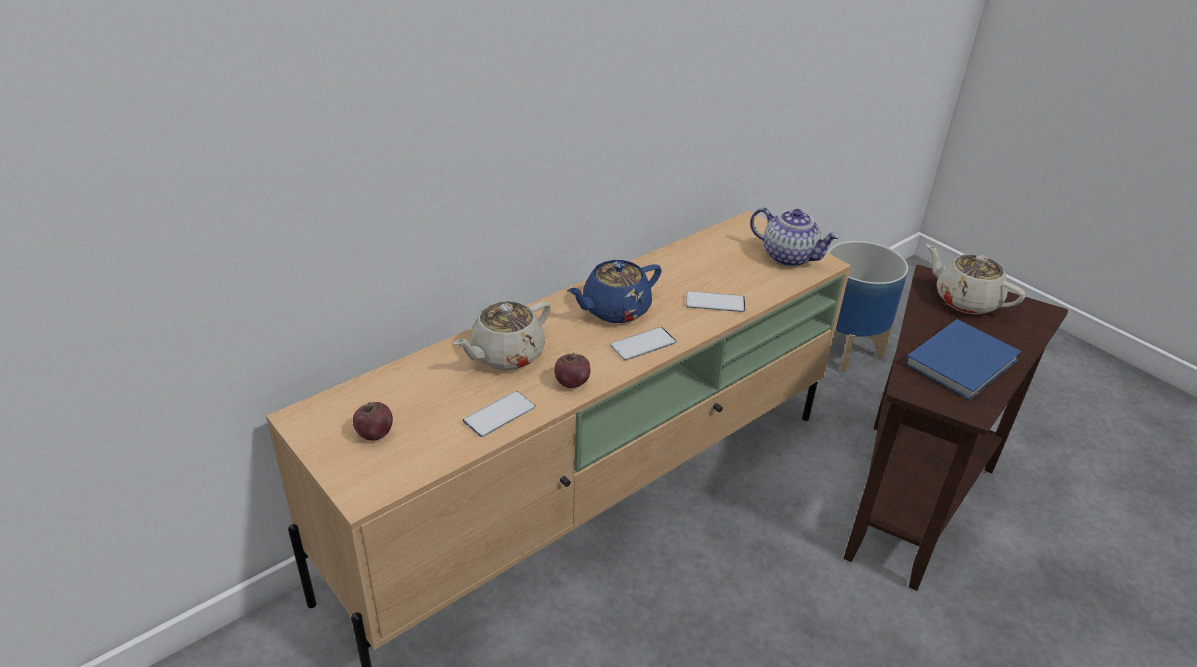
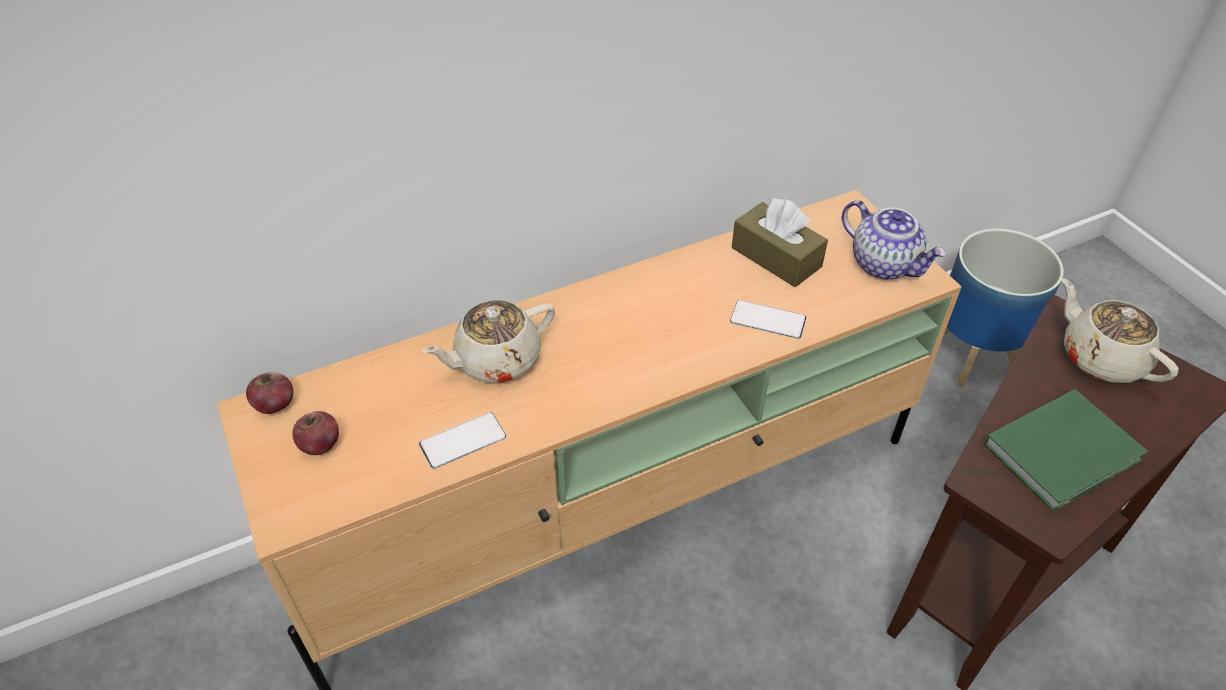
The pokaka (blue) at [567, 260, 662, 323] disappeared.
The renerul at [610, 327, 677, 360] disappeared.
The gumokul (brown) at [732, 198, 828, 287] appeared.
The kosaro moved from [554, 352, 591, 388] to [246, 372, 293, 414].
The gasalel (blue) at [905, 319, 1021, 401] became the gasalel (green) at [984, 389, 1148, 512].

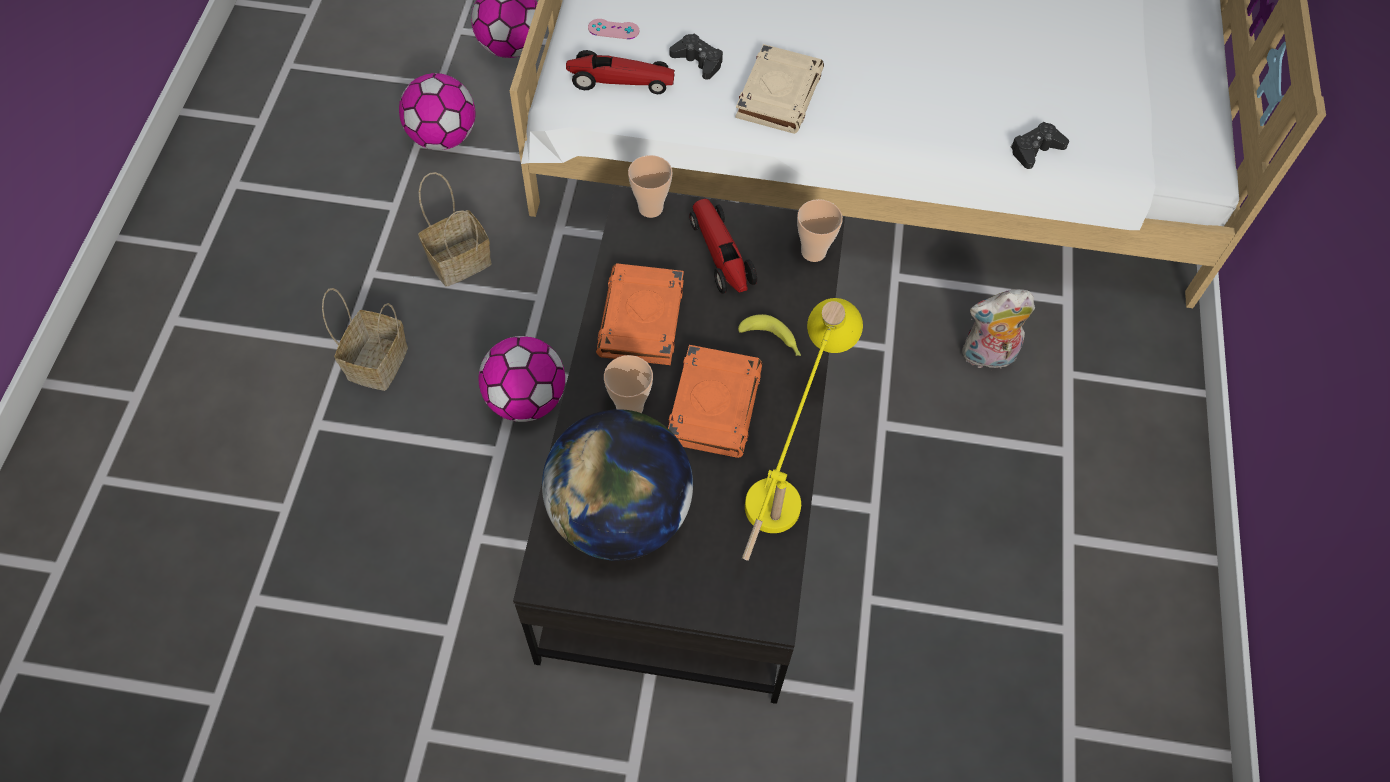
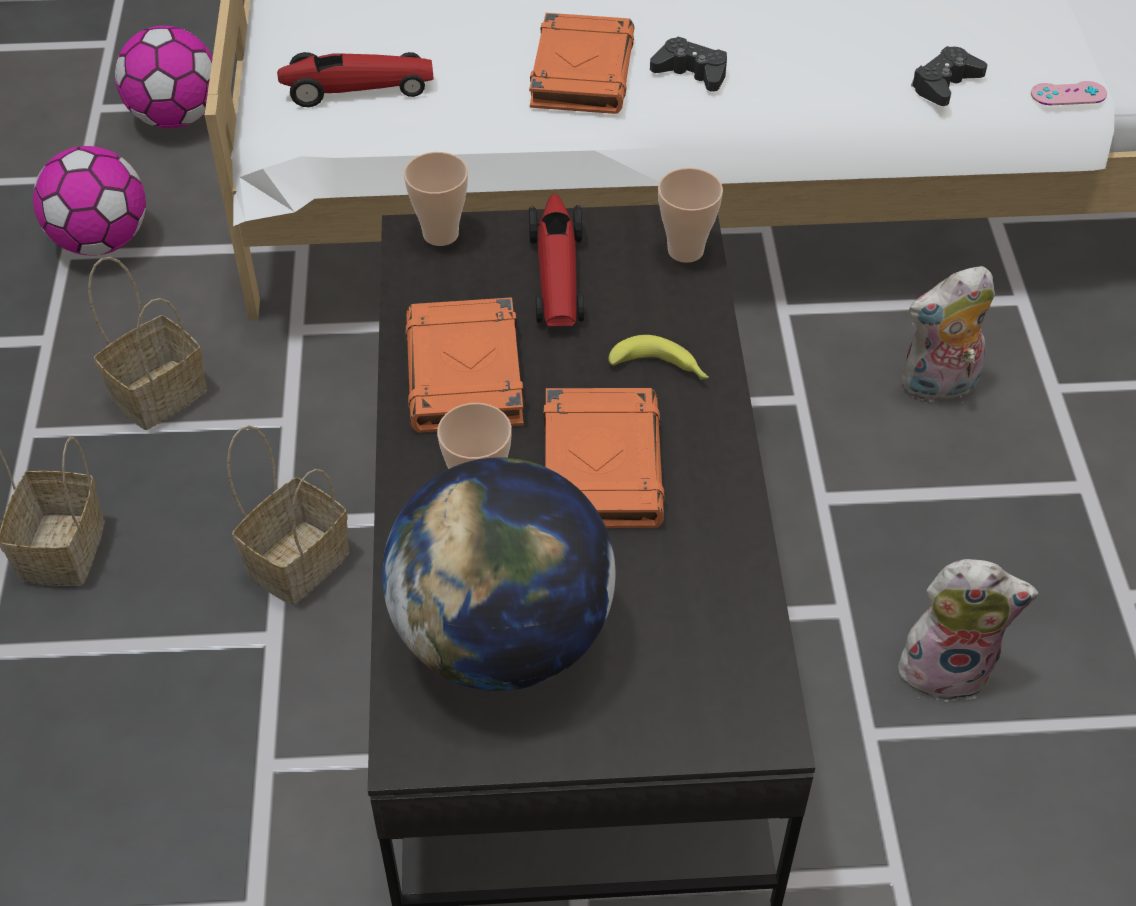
The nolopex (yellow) at [742, 298, 863, 561] disappeared.
The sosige at [897, 559, 1039, 701] appeared.
The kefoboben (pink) moved from [588, 19, 639, 39] to [1031, 81, 1107, 105].
The kefoboben (black) moved from [669, 34, 723, 80] to [650, 37, 727, 92].
The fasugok at [478, 336, 565, 422] was replaced by the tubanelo at [227, 425, 349, 605].
The gasalel (beige) at [735, 44, 824, 134] became the gasalel (orange) at [529, 13, 634, 114].
The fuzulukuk at [689, 199, 757, 294] turned 150 degrees counterclockwise.

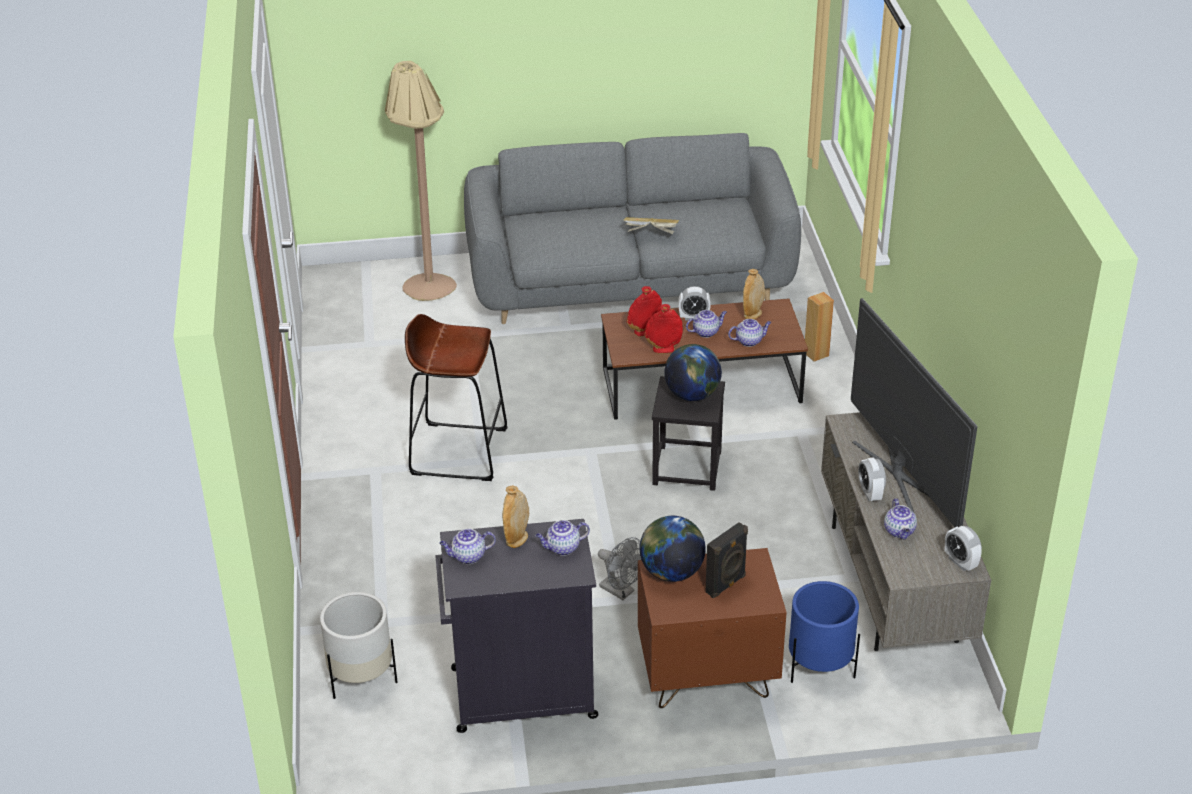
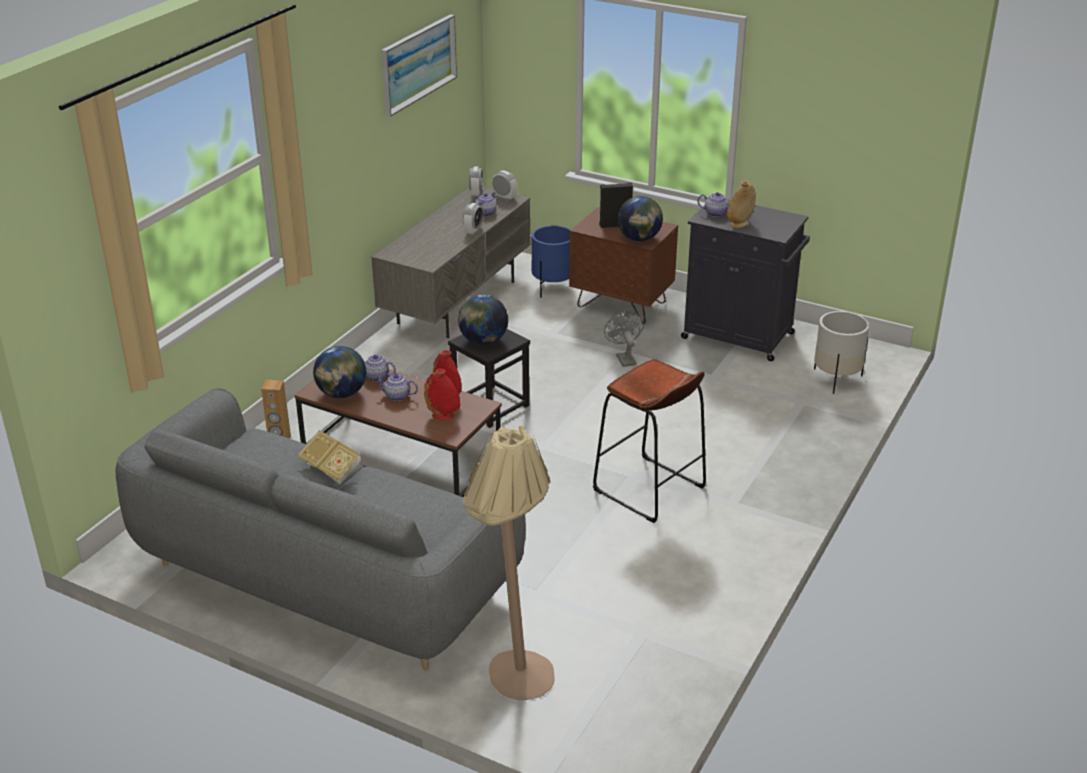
The pokaka at [439, 529, 496, 564] disappeared.
The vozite at [851, 298, 978, 527] disappeared.
The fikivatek at [381, 15, 457, 117] appeared.
The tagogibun moved from [679, 286, 711, 320] to [492, 170, 517, 201].
The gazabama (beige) at [743, 269, 765, 319] was replaced by the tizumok at [313, 346, 366, 398].

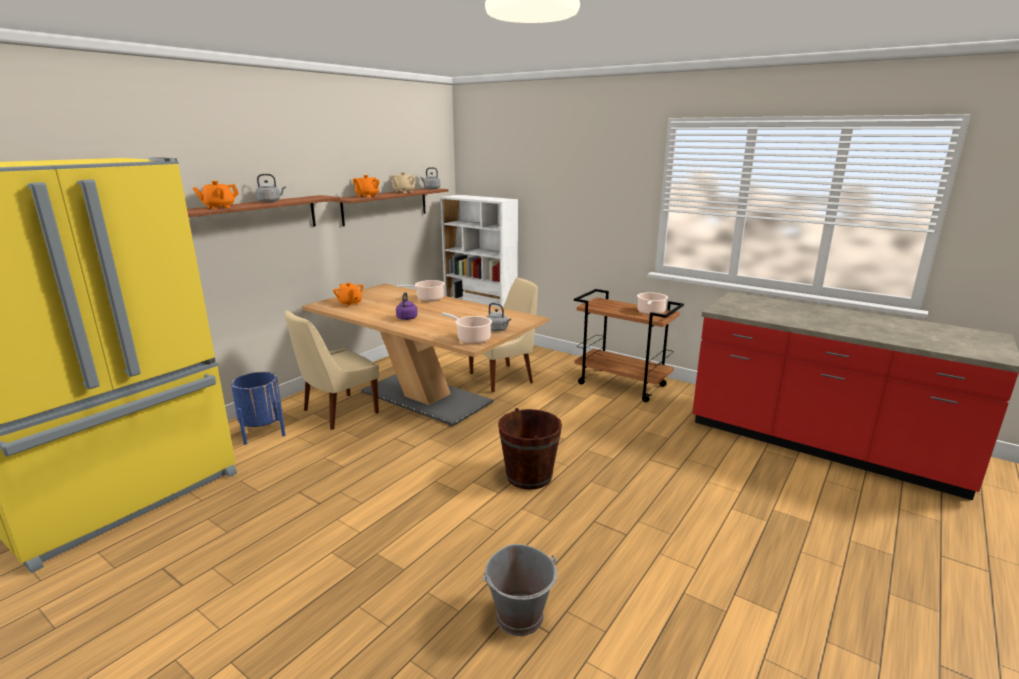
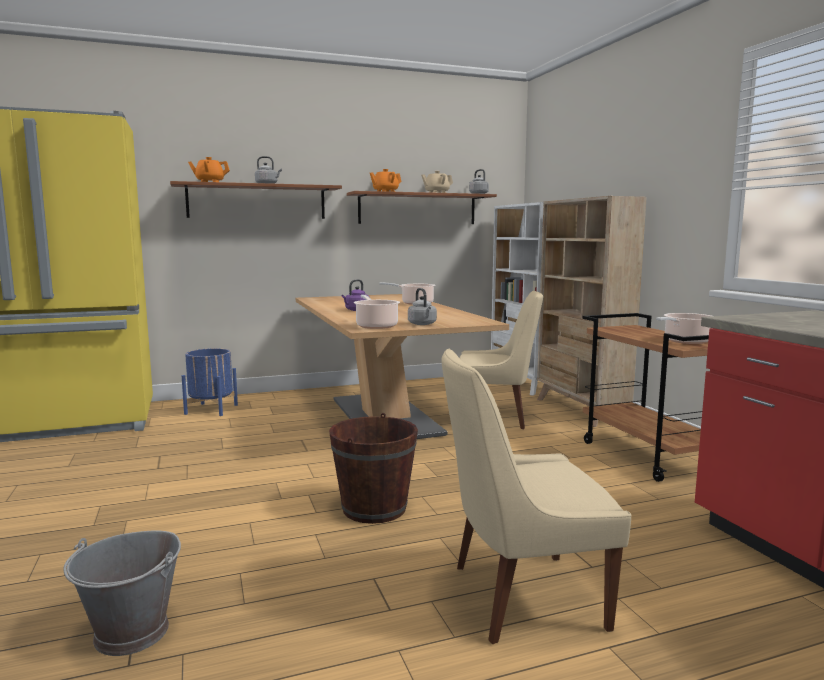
The pokaka (orange) at [333, 282, 364, 306] disappeared.
The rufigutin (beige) at [537, 196, 647, 427] appeared.
The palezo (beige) moved from [285, 310, 379, 430] to [441, 349, 631, 644].

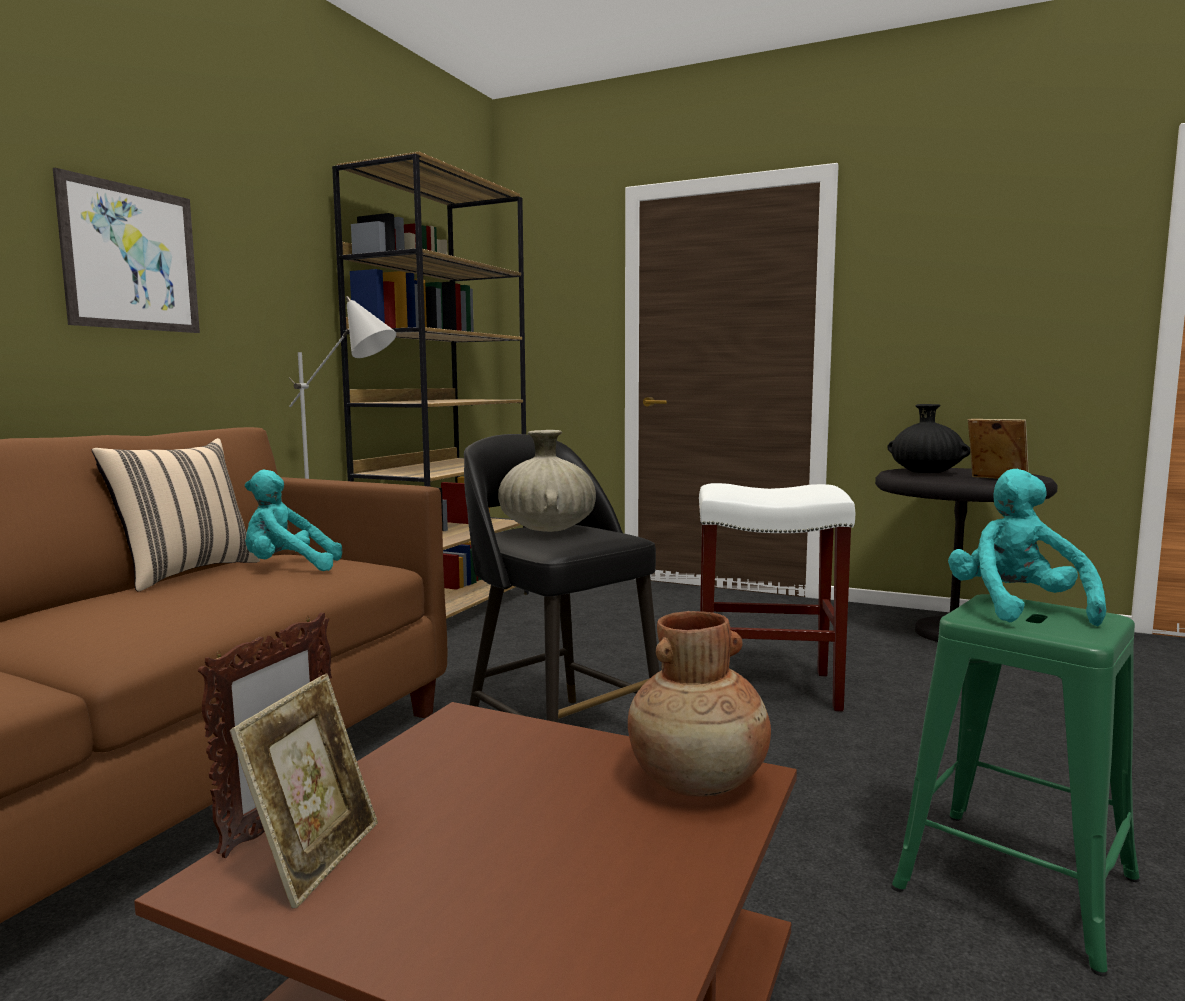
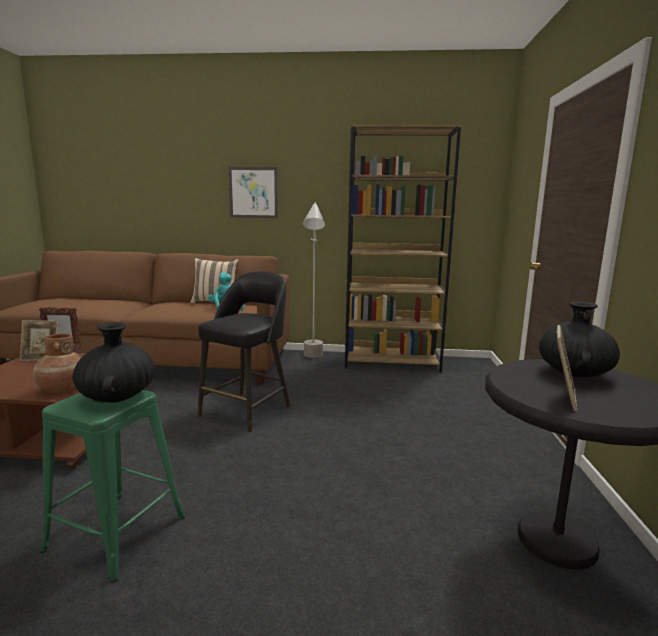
The gazabama (beige) at [498, 430, 596, 532] disappeared.
The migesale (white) at [699, 483, 855, 711] disappeared.
The sosige (turquoise) at [948, 469, 1106, 626] was replaced by the gazabama (black) at [73, 323, 155, 403].

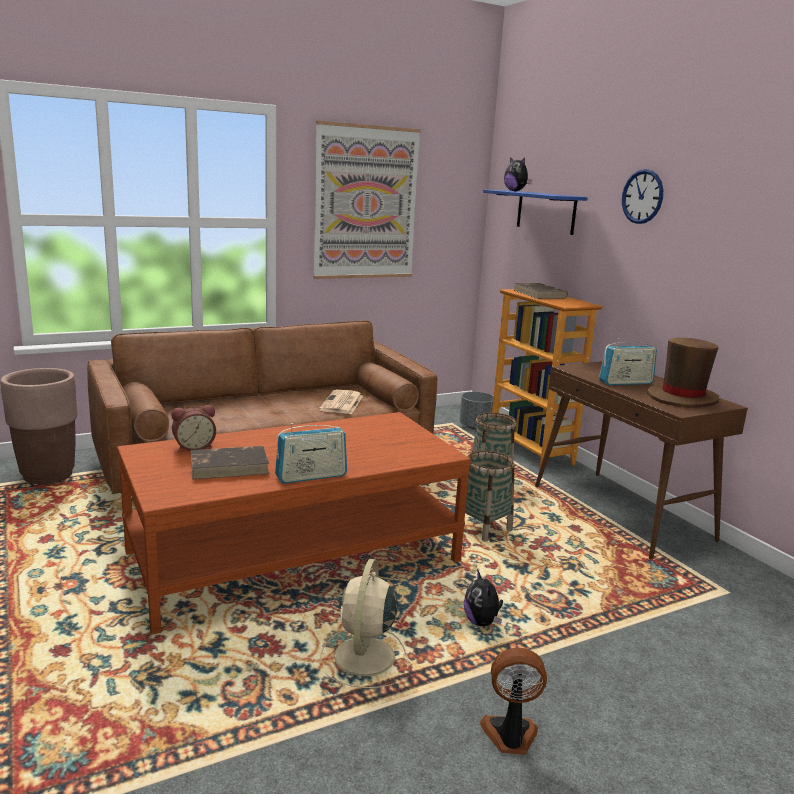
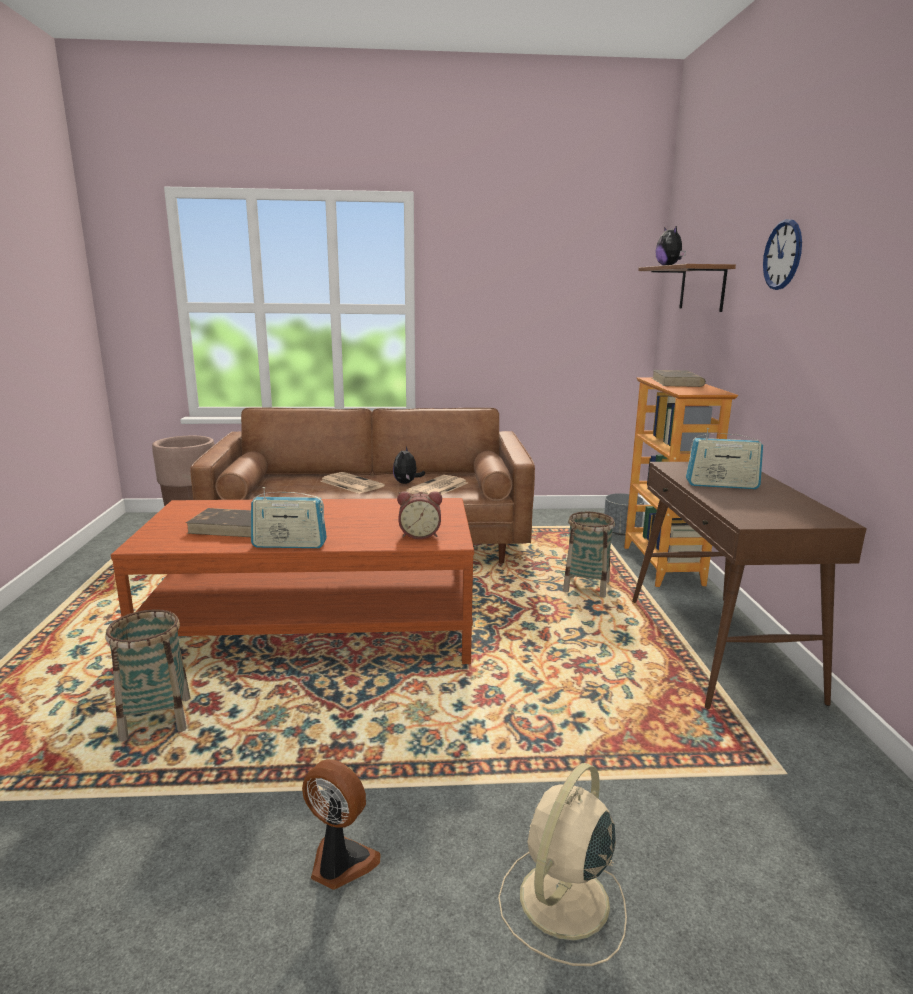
The fikivatek at [313, 121, 421, 279] disappeared.
The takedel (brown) at [647, 338, 719, 408] disappeared.
The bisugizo at [320, 472, 385, 494] appeared.
The tagogibun moved from [172, 405, 216, 451] to [397, 491, 442, 539].
The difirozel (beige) moved from [320, 559, 409, 688] to [498, 763, 627, 966].
The sosige moved from [464, 569, 503, 626] to [393, 446, 425, 484].
The tubanelo moved from [465, 451, 514, 542] to [106, 609, 190, 741].
The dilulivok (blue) at [483, 190, 587, 235] became the dilulivok (brown) at [638, 264, 736, 312].

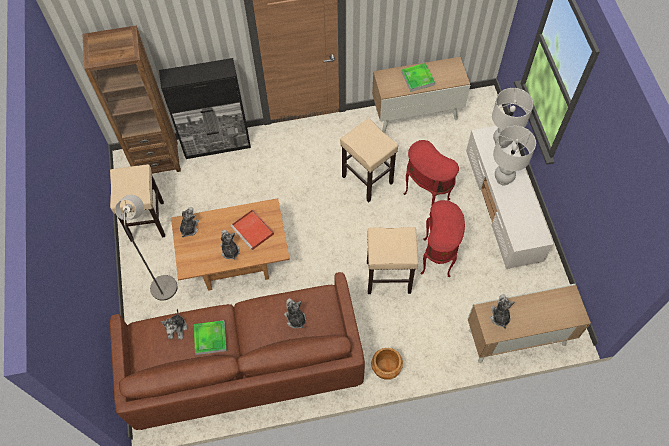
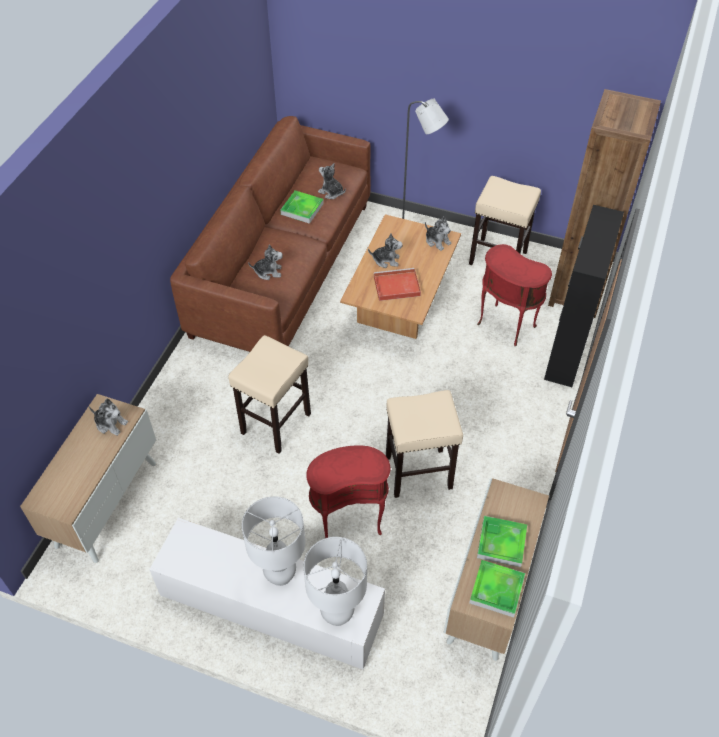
The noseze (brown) at [371, 348, 403, 380] disappeared.
The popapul at [469, 560, 525, 618] appeared.
The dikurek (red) moved from [421, 200, 465, 277] to [477, 244, 552, 346].

